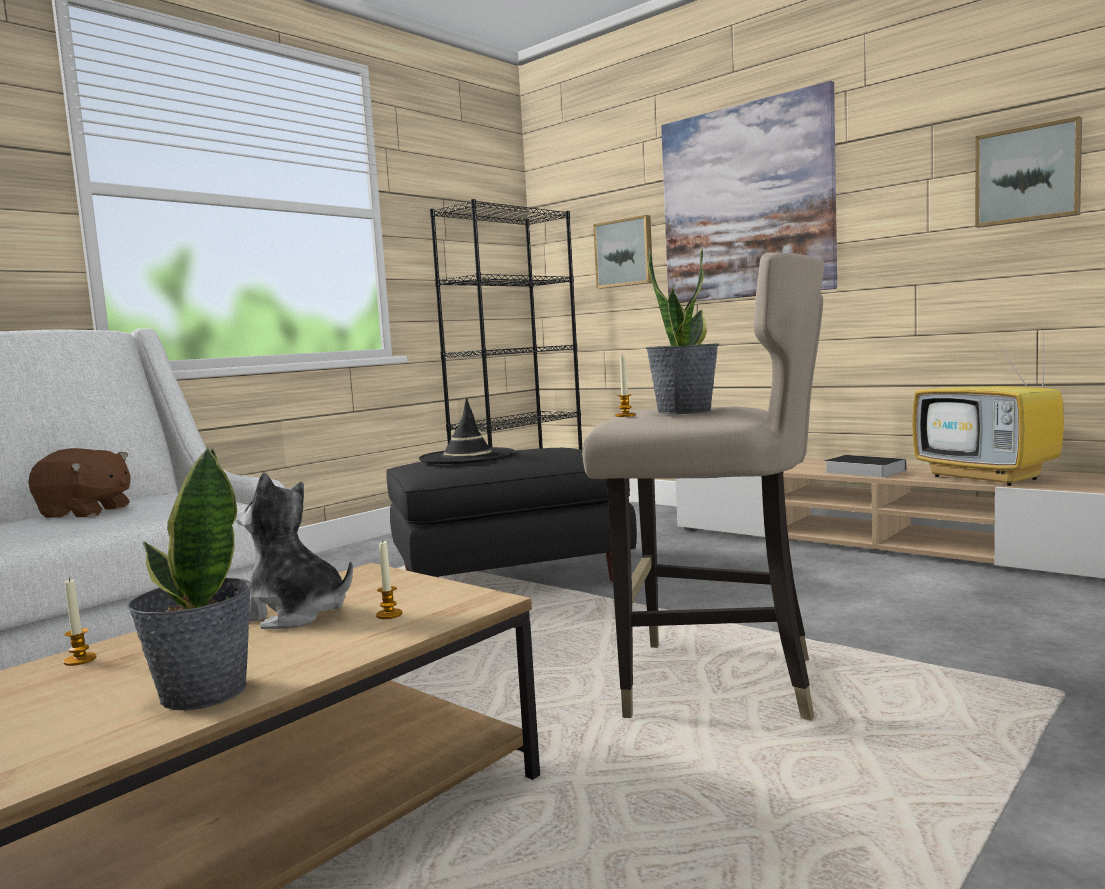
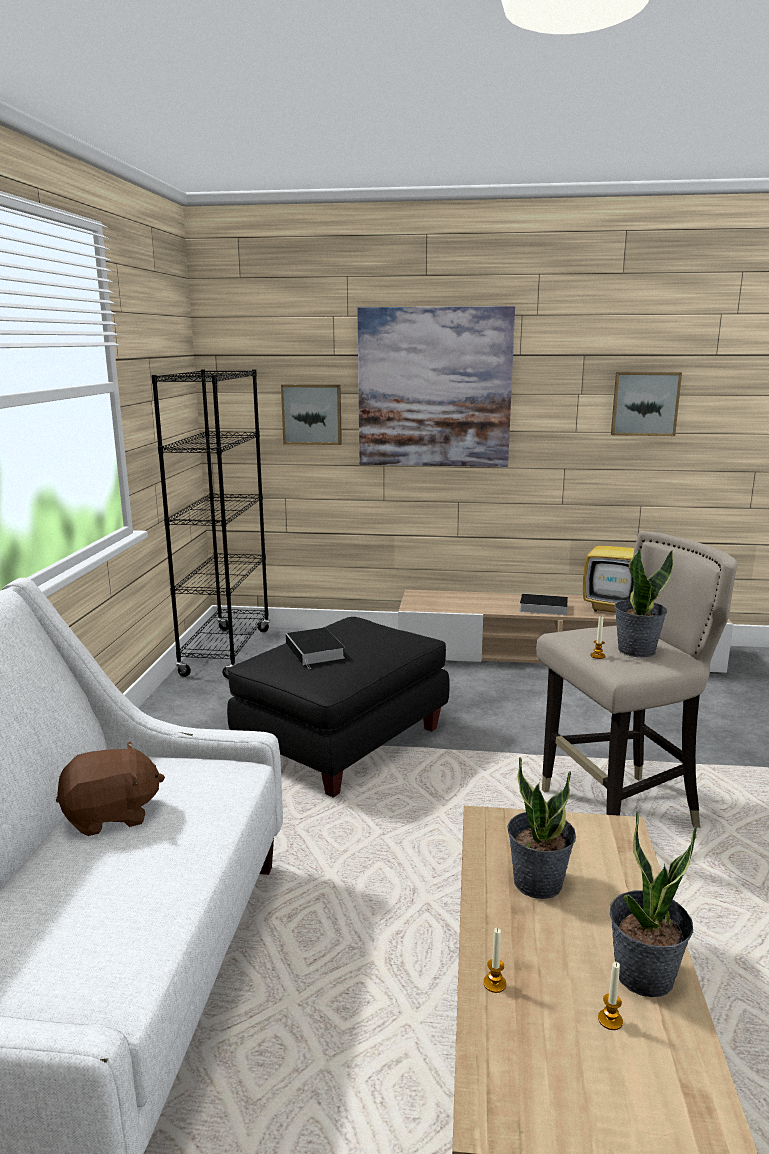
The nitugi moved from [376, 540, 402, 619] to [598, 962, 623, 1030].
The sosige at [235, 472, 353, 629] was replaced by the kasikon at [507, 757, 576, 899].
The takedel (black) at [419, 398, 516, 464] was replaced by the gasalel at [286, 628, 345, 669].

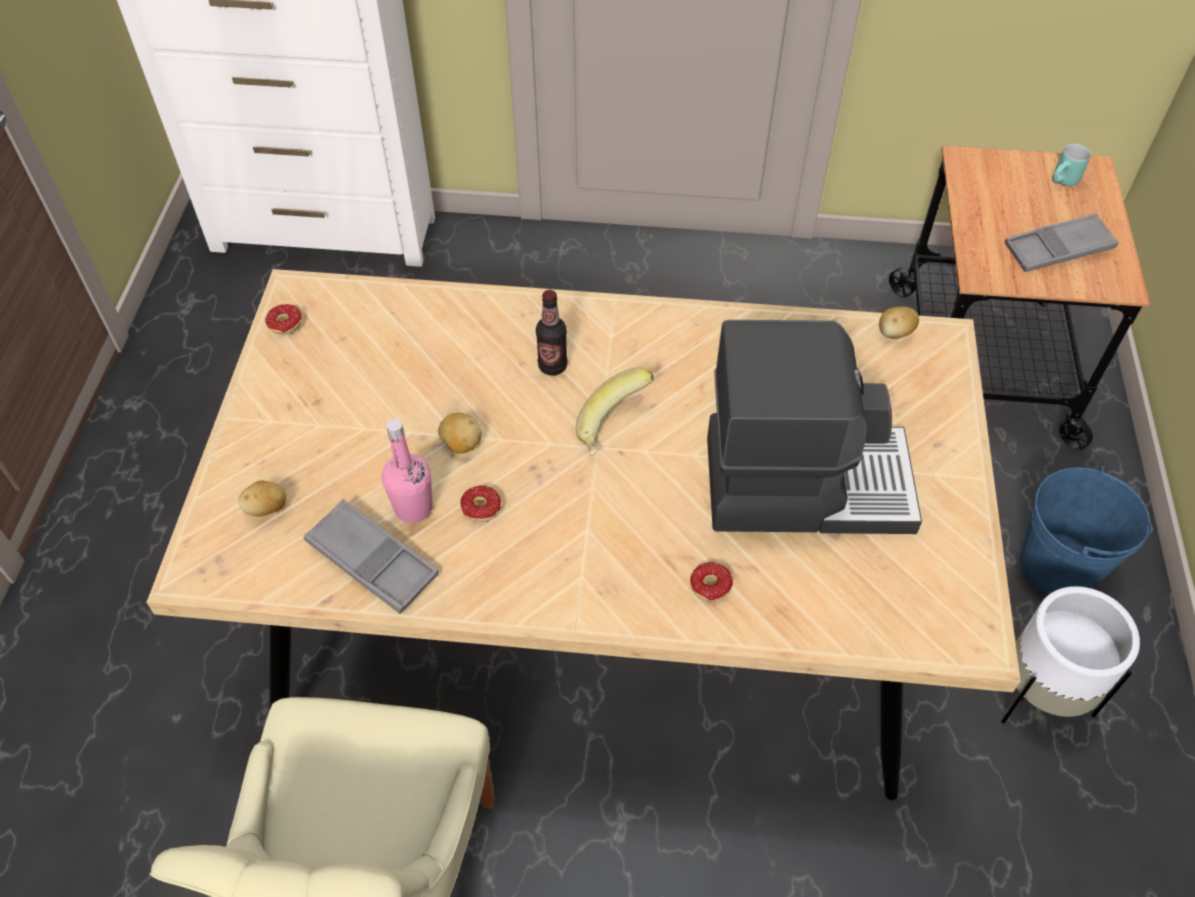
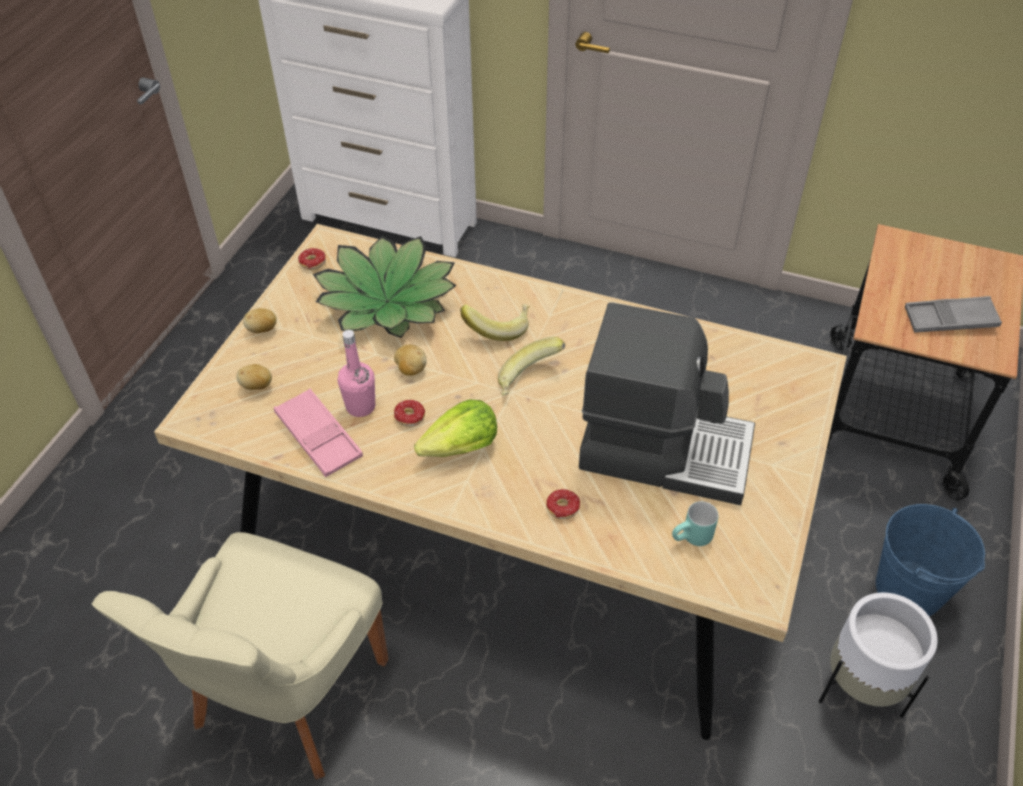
The kasikon at [313, 235, 457, 338] appeared.
The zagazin at [414, 400, 497, 457] appeared.
The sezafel moved from [879, 307, 919, 339] to [243, 308, 277, 333].
The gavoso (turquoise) moved from [1052, 144, 1091, 186] to [672, 501, 718, 546].
The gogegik at [536, 290, 568, 375] was replaced by the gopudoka at [461, 304, 530, 341].
The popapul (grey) at [304, 499, 439, 614] became the popapul (pink) at [274, 389, 363, 477].

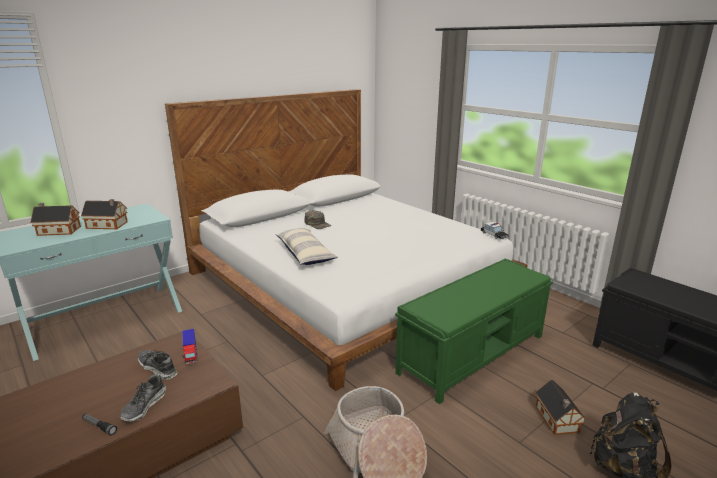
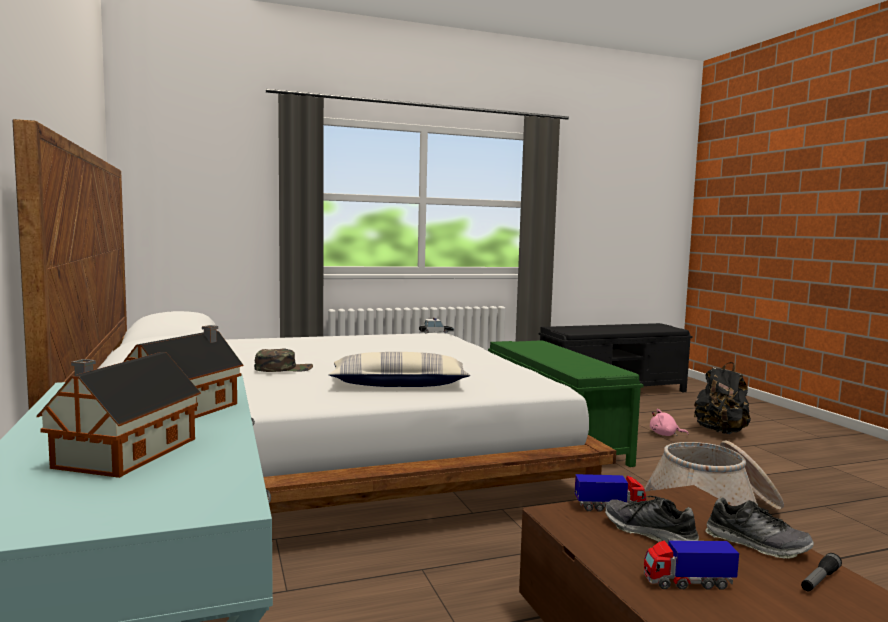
The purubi at [644, 540, 739, 590] appeared.
The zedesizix at [535, 380, 586, 435] was replaced by the sosige (pink) at [650, 409, 689, 436].
The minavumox at [138, 350, 178, 380] turned 75 degrees clockwise.

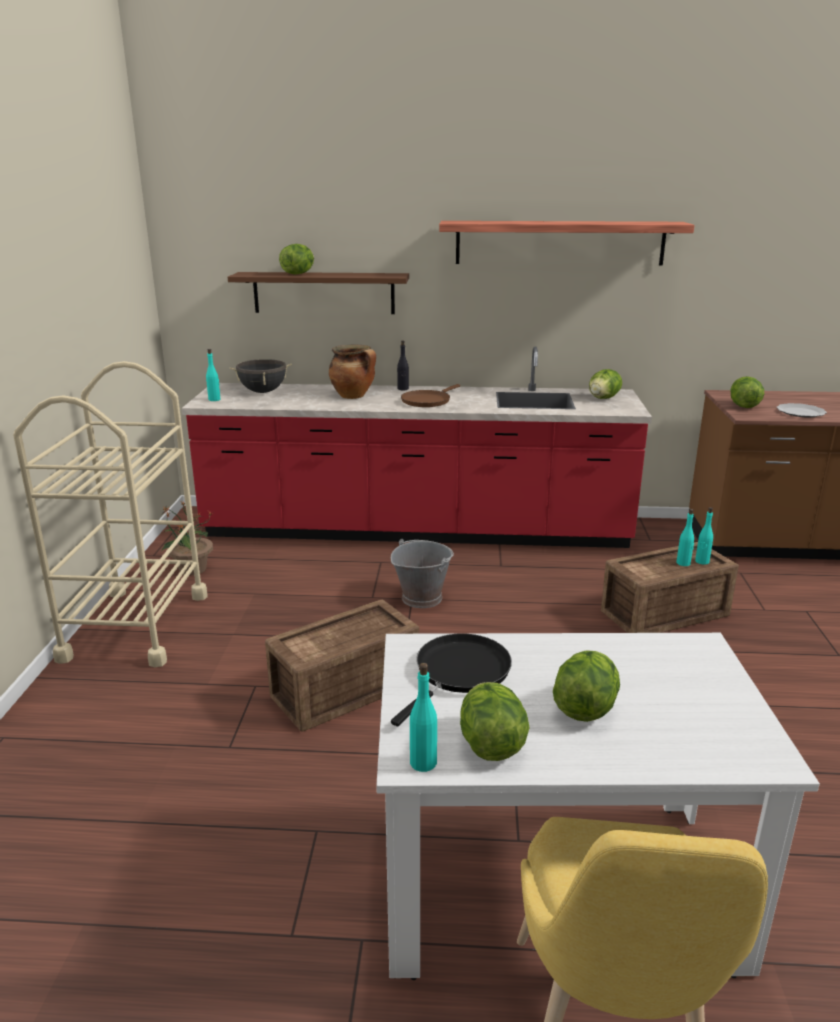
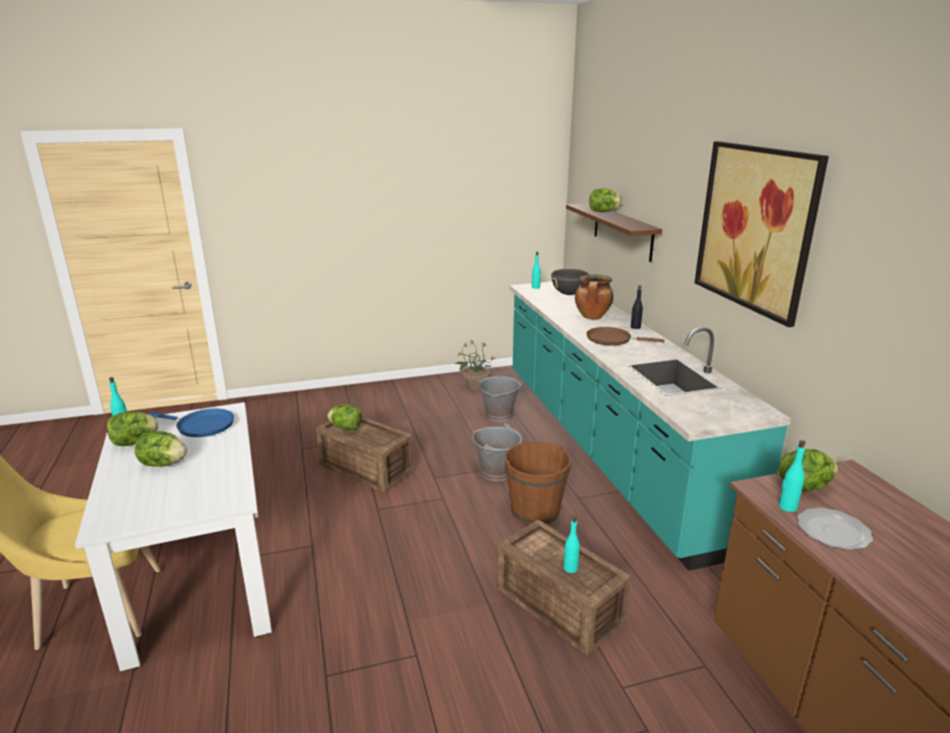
The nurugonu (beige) at [13, 361, 207, 667] disappeared.
The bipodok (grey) at [478, 376, 522, 422] appeared.
The bipodok (brown) at [504, 442, 571, 525] appeared.
The zagazin moved from [589, 369, 622, 399] to [327, 404, 362, 430].
The gogegik (turquoise) moved from [695, 507, 713, 565] to [779, 440, 805, 512].
The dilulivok at [439, 221, 695, 265] was replaced by the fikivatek at [695, 141, 829, 327].
The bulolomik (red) at [182, 346, 652, 548] became the bulolomik (turquoise) at [510, 282, 791, 571].
The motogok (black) at [391, 634, 512, 727] became the motogok (blue) at [148, 409, 234, 437].

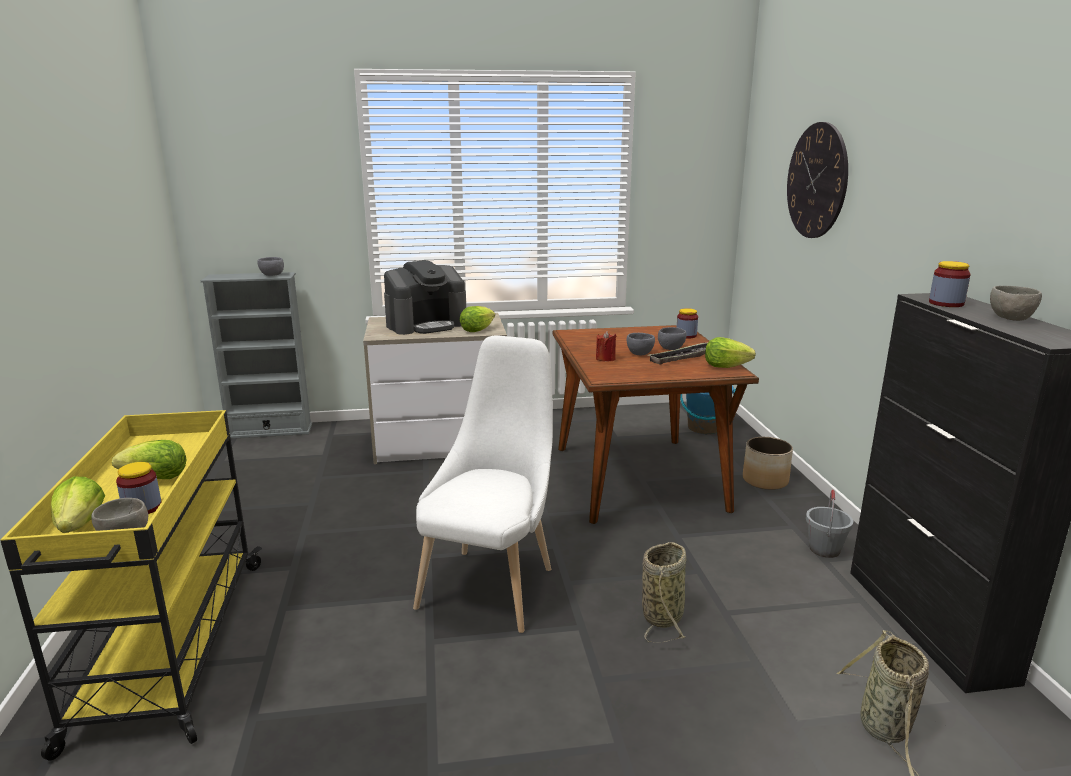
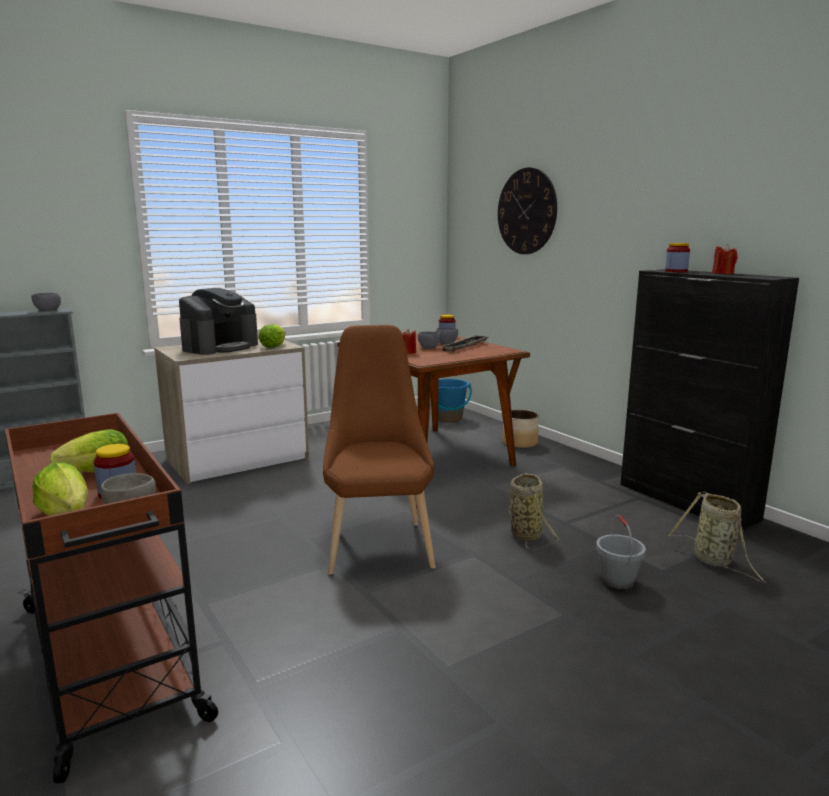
The zagazin at [705, 337, 756, 368] disappeared.
The bipodok (grey) moved from [806, 490, 853, 558] to [596, 515, 646, 589].
The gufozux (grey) at [990, 286, 1042, 321] was replaced by the nitugi (red) at [712, 244, 738, 274].
The nurugonu (yellow) at [0, 410, 262, 760] became the nurugonu (brown) at [5, 413, 218, 783].
The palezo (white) at [413, 335, 553, 633] became the palezo (brown) at [323, 325, 435, 574].

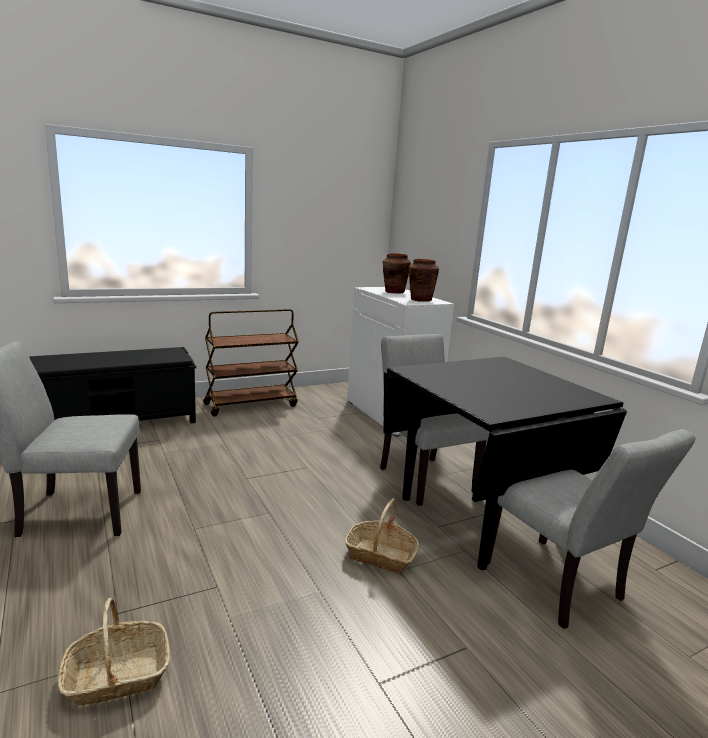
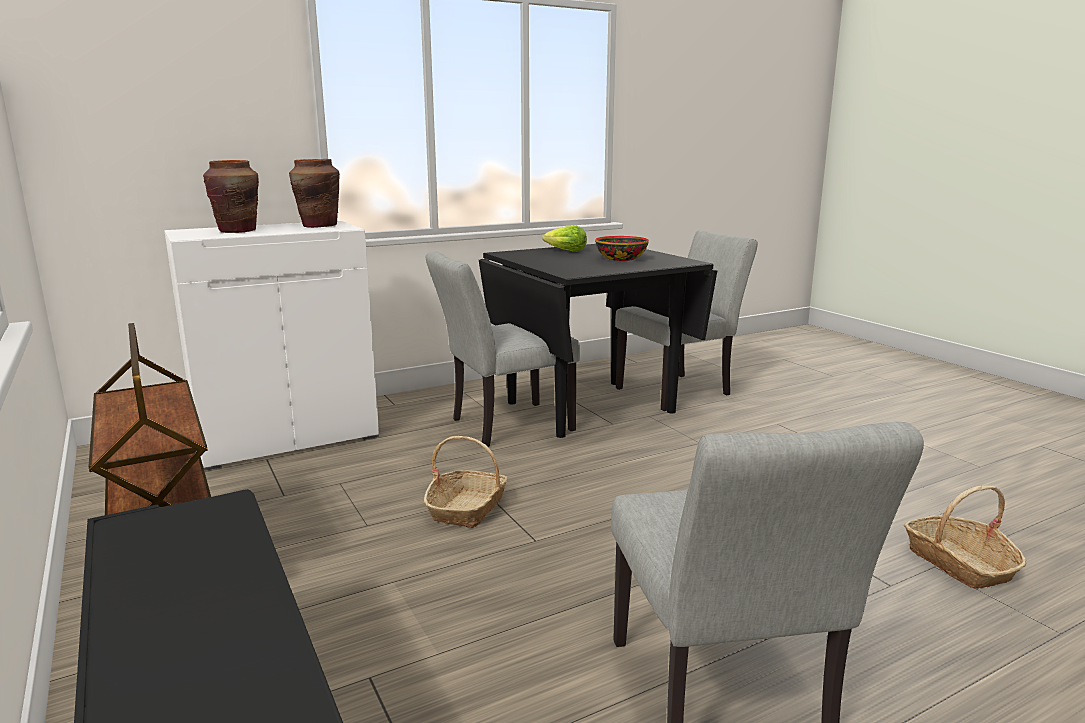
The zagazin at [542, 226, 587, 252] appeared.
The gufozux at [595, 236, 649, 261] appeared.
The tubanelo moved from [345, 498, 419, 573] to [424, 436, 508, 528].

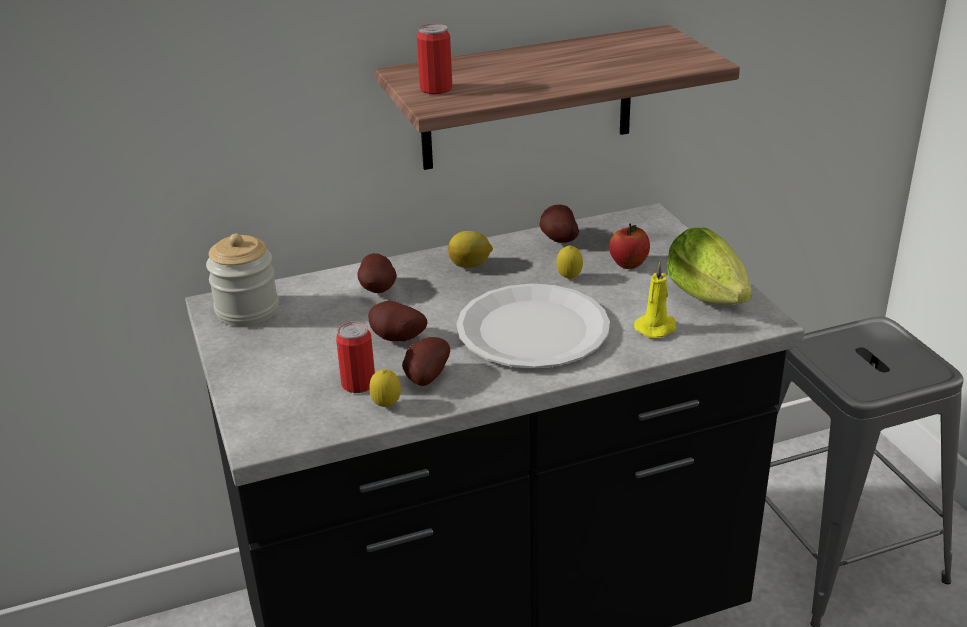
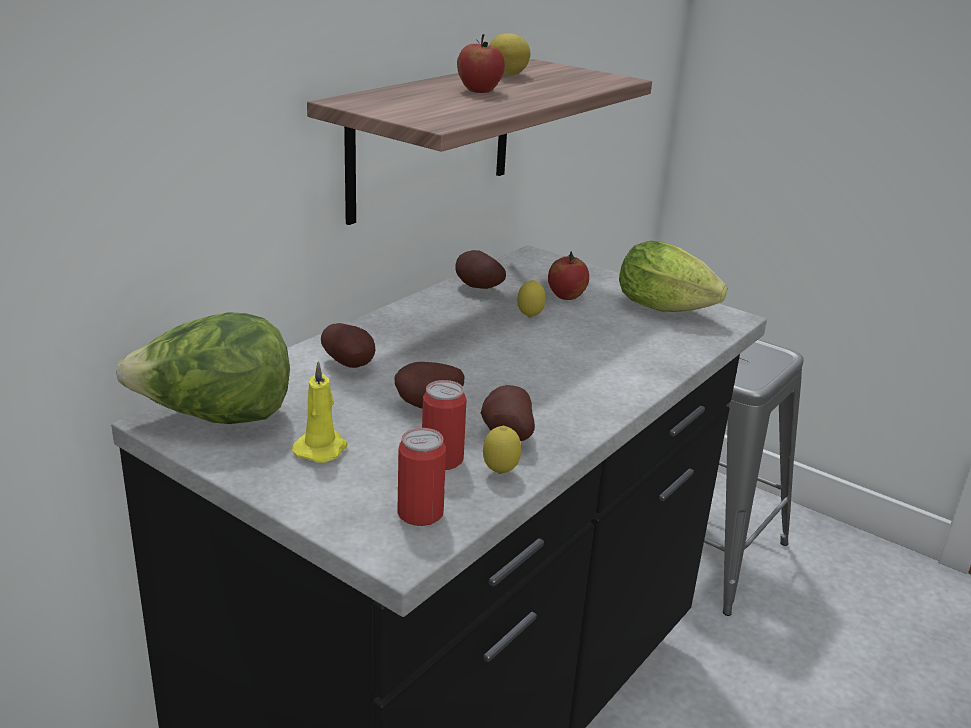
The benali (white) at [457, 283, 610, 368] disappeared.
The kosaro at [457, 34, 505, 93] appeared.
The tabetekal moved from [417, 24, 452, 94] to [397, 428, 446, 526].
The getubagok moved from [448, 231, 493, 268] to [489, 33, 530, 76].
The nitugi (yellow) moved from [634, 263, 677, 338] to [292, 361, 348, 463].
The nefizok at [206, 234, 279, 326] was replaced by the zagazin at [116, 312, 290, 424].

